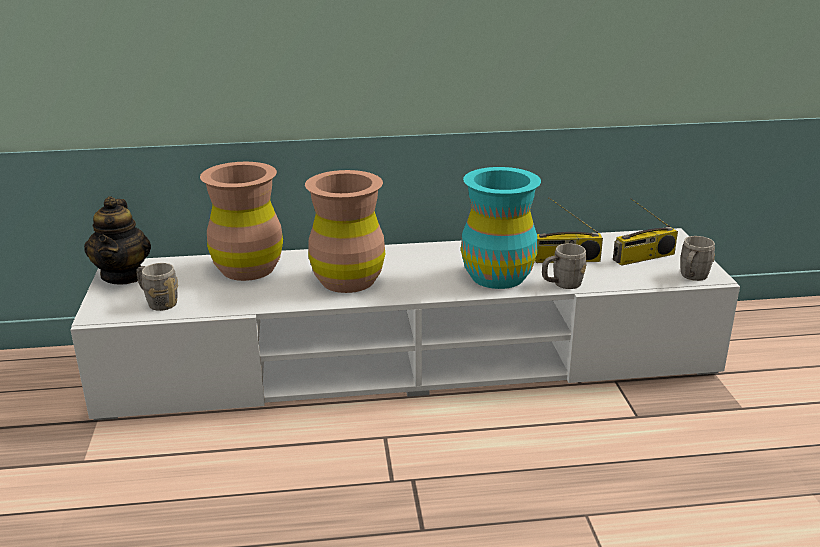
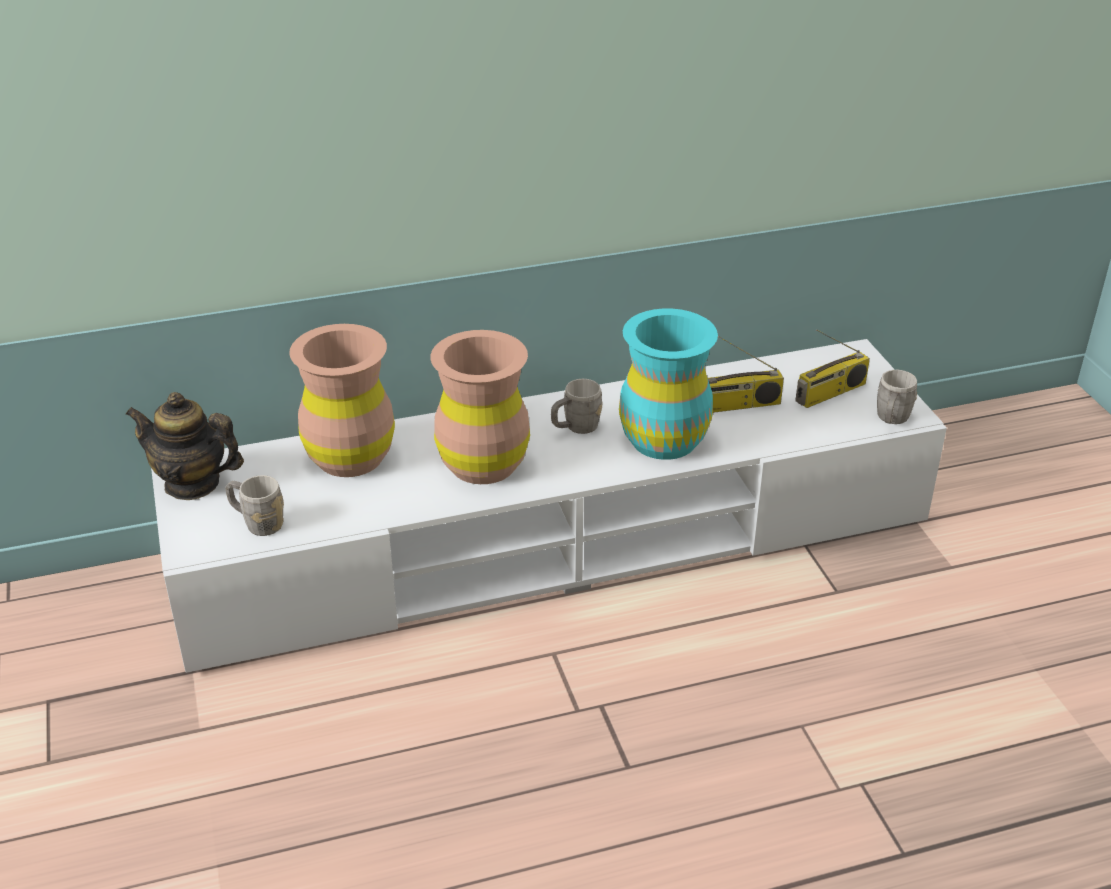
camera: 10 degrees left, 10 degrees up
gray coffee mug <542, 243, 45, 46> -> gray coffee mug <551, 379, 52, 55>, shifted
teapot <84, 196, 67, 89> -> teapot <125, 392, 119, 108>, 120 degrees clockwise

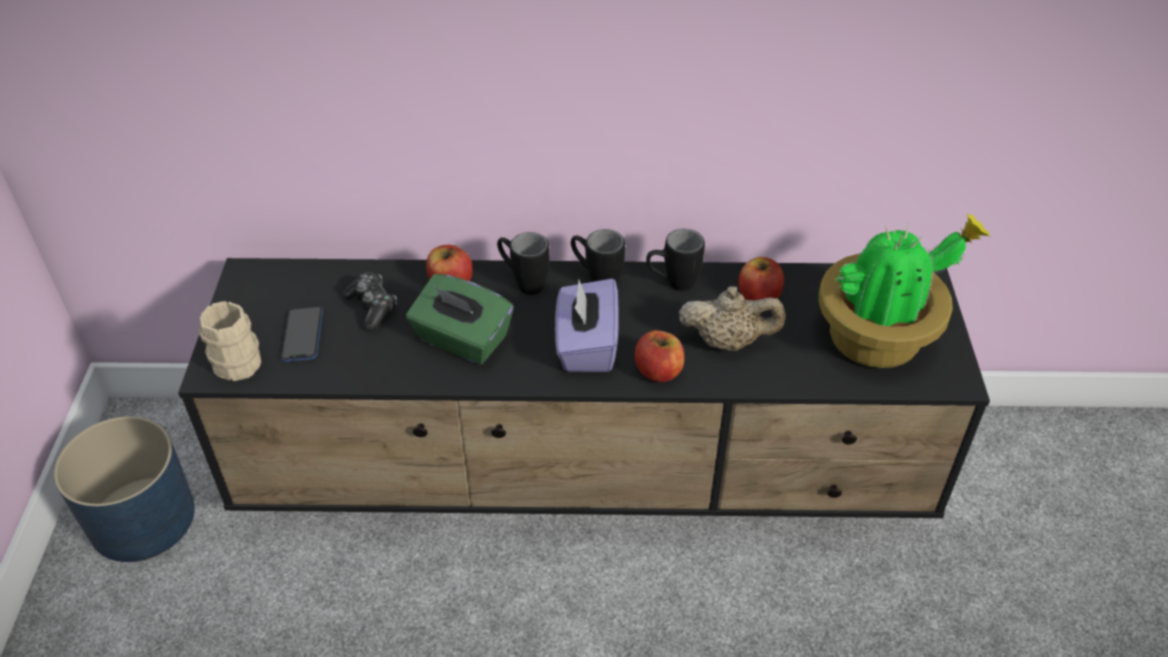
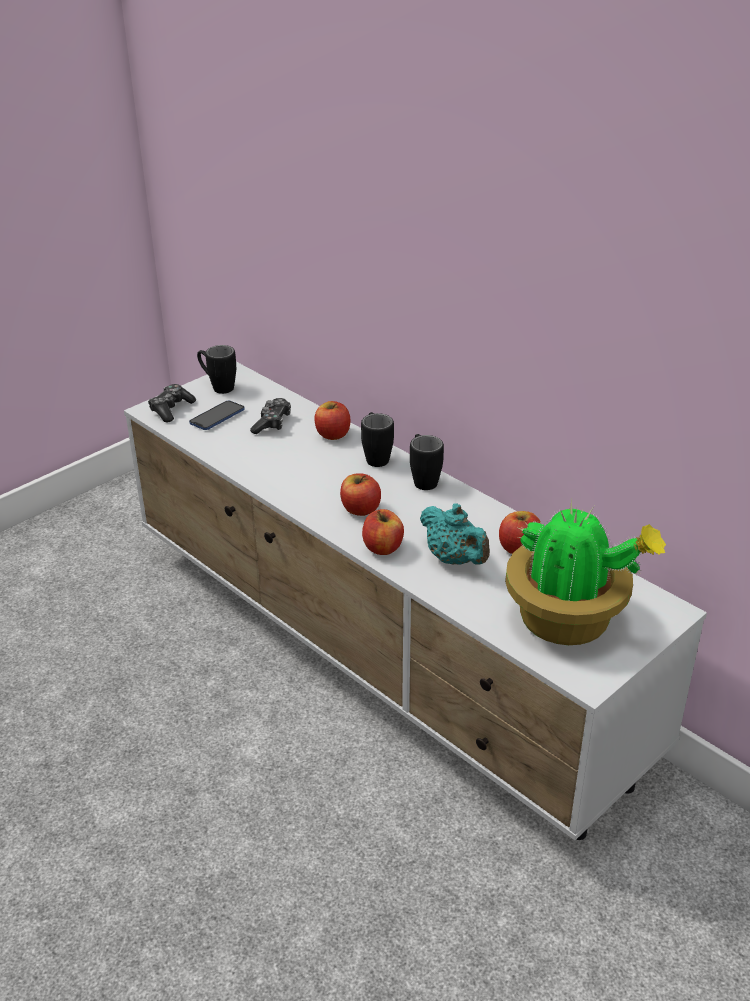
camera: 45 degrees right, 10 degrees down
blue planter <54, 416, 141, 146> -> none
green-coloured tissue box <406, 274, 107, 91> -> none
black coffee mug <646, 229, 59, 62> -> black coffee mug <197, 345, 39, 49>, shifted
beige coffee mug <199, 301, 63, 80> -> game controller <148, 384, 48, 39>
purplish tissue box <555, 279, 63, 93> -> apple <340, 473, 41, 43>
black tv stand <178, 258, 812, 260> -> white-coloured tv stand <124, 362, 583, 478>
beige teapot <679, 286, 106, 65> -> turquoise-coloured teapot <420, 503, 70, 62>

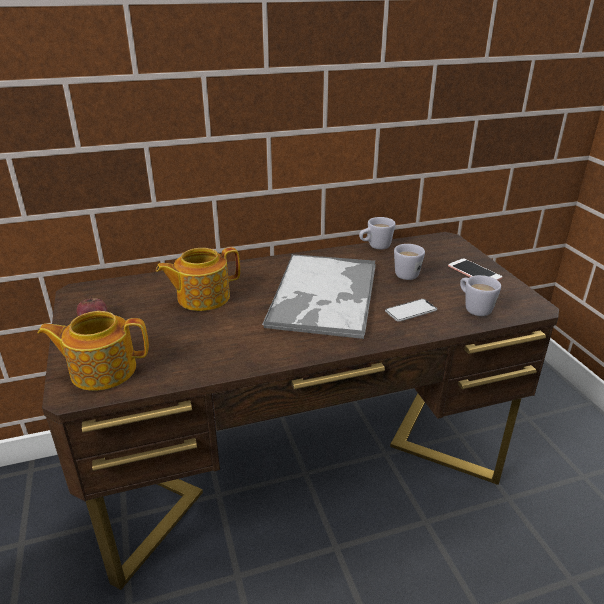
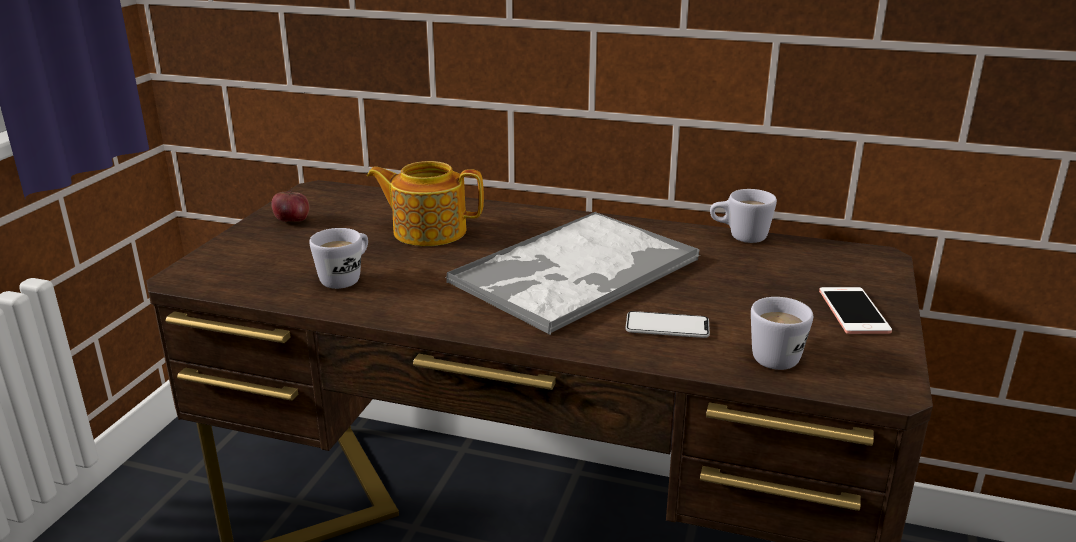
camera: 35 degrees right, 5 degrees down
teapot <38, 311, 111, 80> -> none
white-coloured coffee mug <394, 244, 31, 36> -> white-coloured coffee mug <309, 228, 59, 61>, shifted

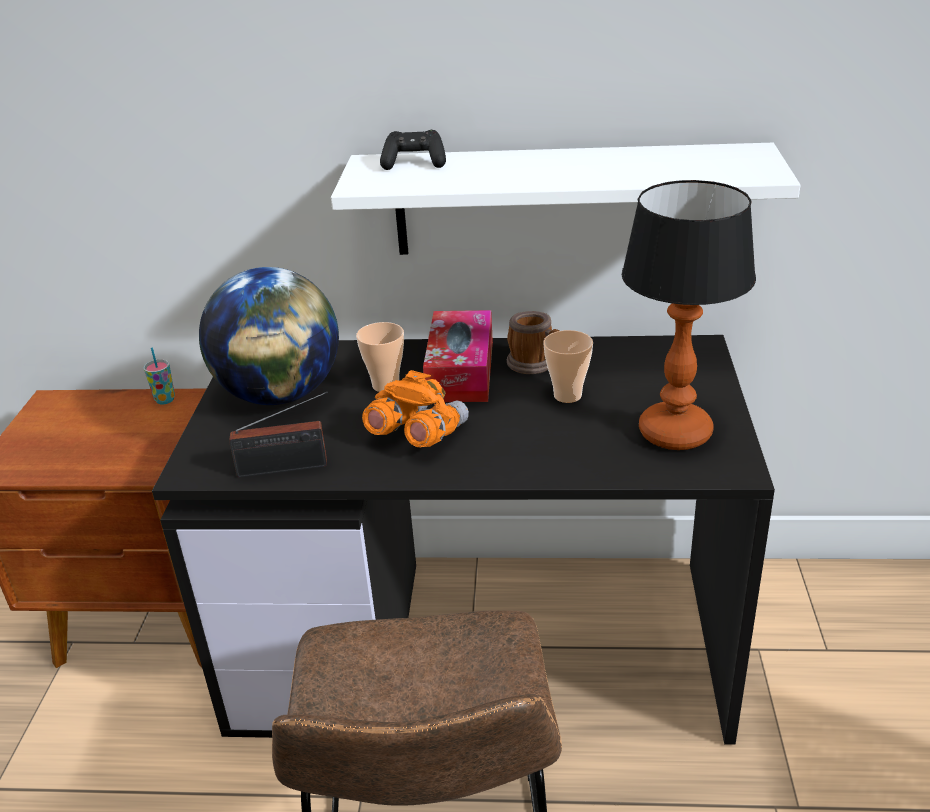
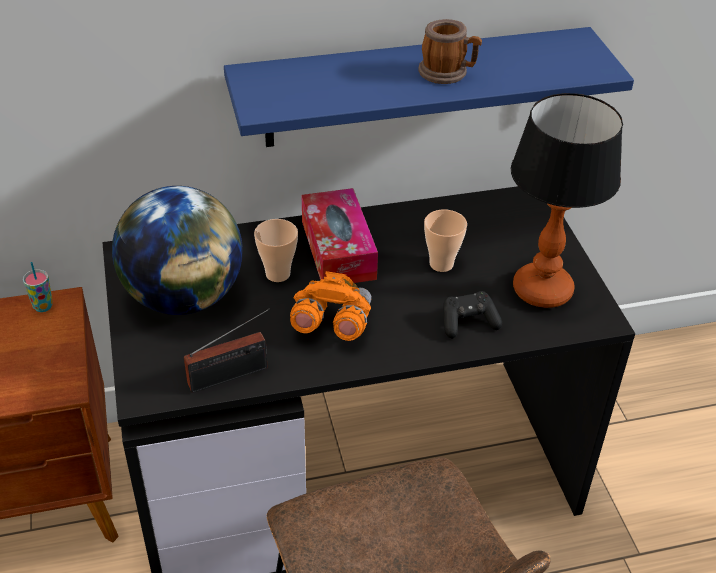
camera: 20 degrees left, 10 degrees up
black game controller <380, 130, 66, 40> -> black game controller <443, 291, 59, 48>, shifted
coffee mug <507, 311, 53, 63> -> coffee mug <418, 19, 64, 65>, shifted
white-coloured bracket shelf <331, 143, 470, 112> -> blue bracket shelf <224, 27, 410, 120>

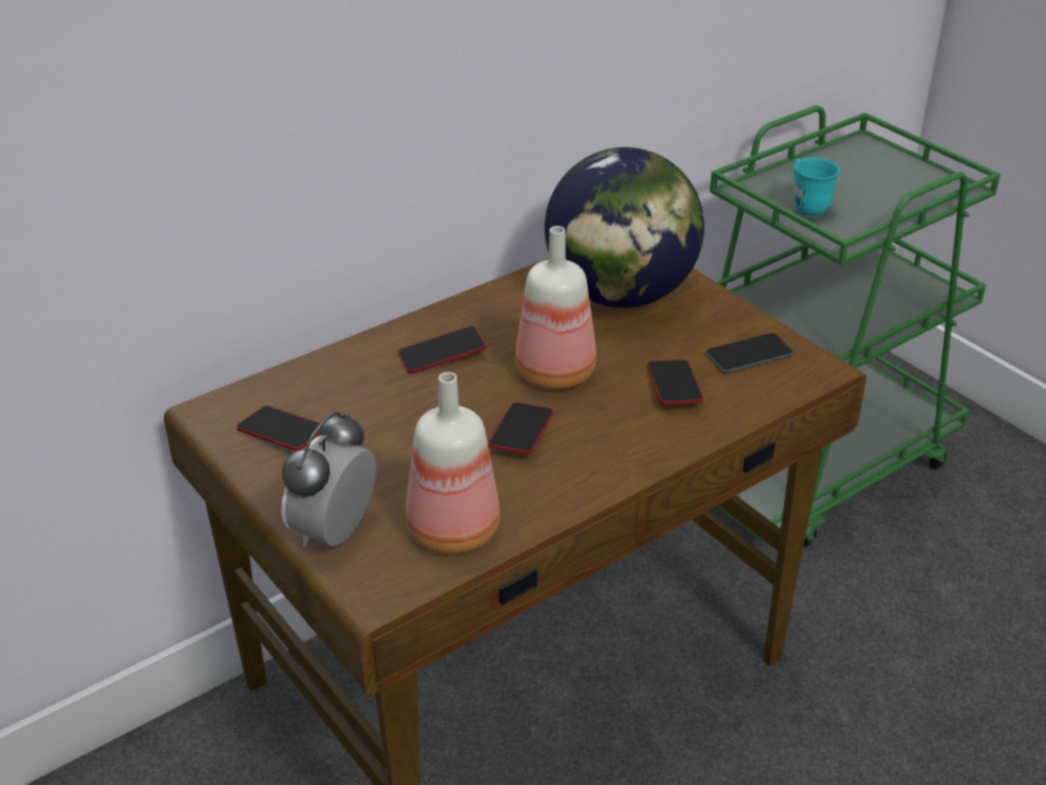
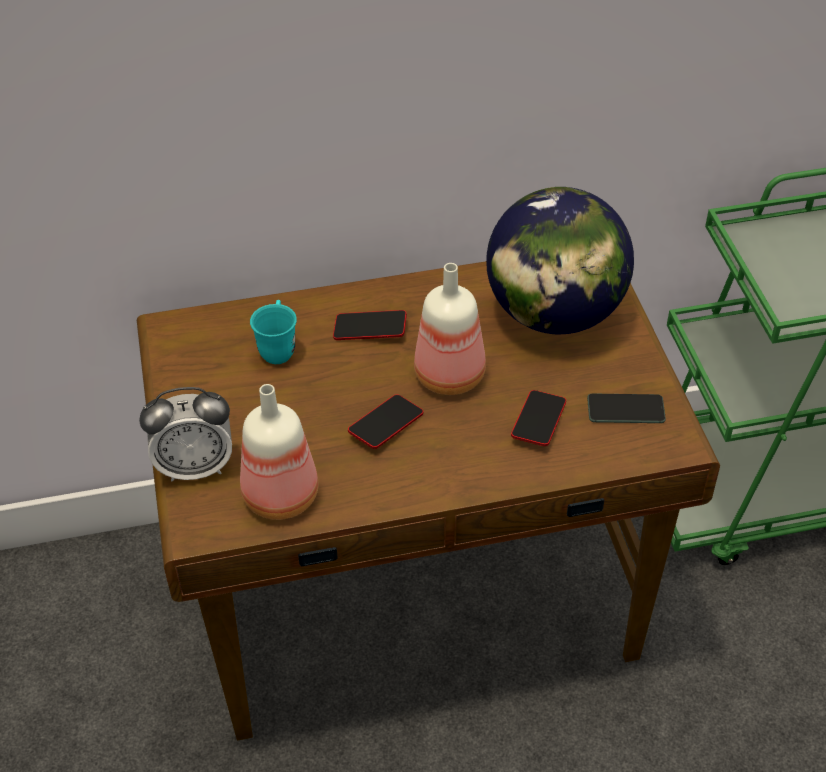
camera: 25 degrees right, 10 degrees up
handset <236, 406, 85, 45> -> none
turquoise-coloured coffee mug <794, 157, 46, 60> -> turquoise-coloured coffee mug <250, 300, 47, 64>, shifted
bedside clock <281, 412, 95, 135> -> bedside clock <139, 387, 93, 94>, 150 degrees counterclockwise

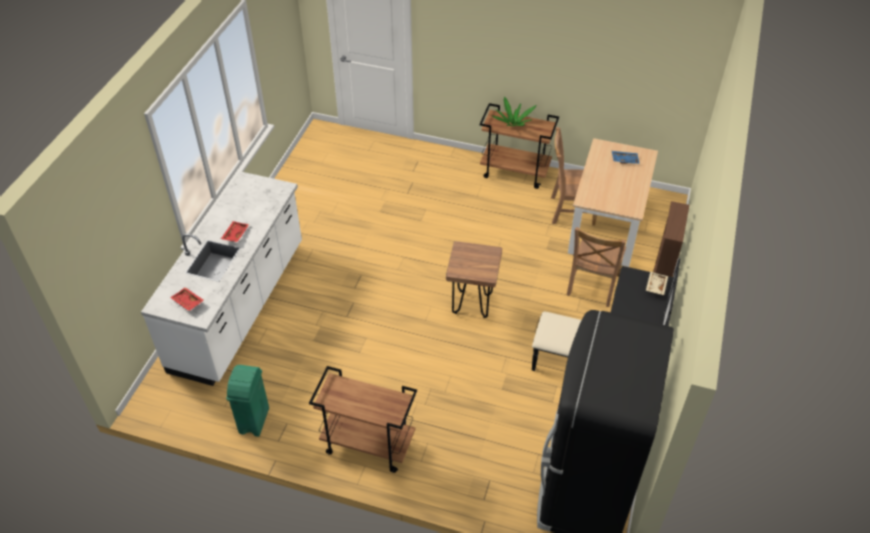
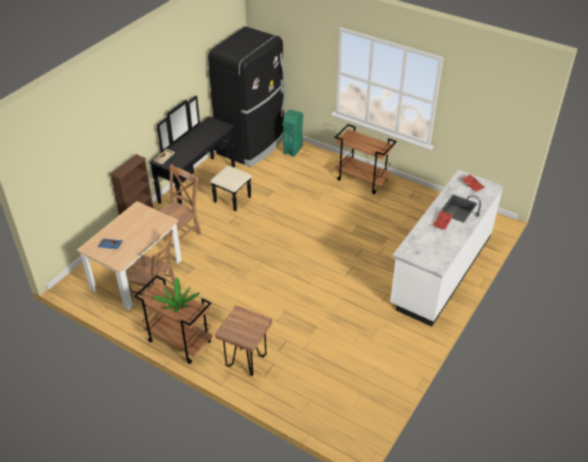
camera: 165 degrees left, 5 degrees down
green-coloured waste bin <226, 365, 43, 72> -> green-coloured waste bin <282, 110, 22, 47>, shifted
brownish stool seat <446, 241, 56, 77> -> brownish stool seat <215, 306, 57, 70>, shifted

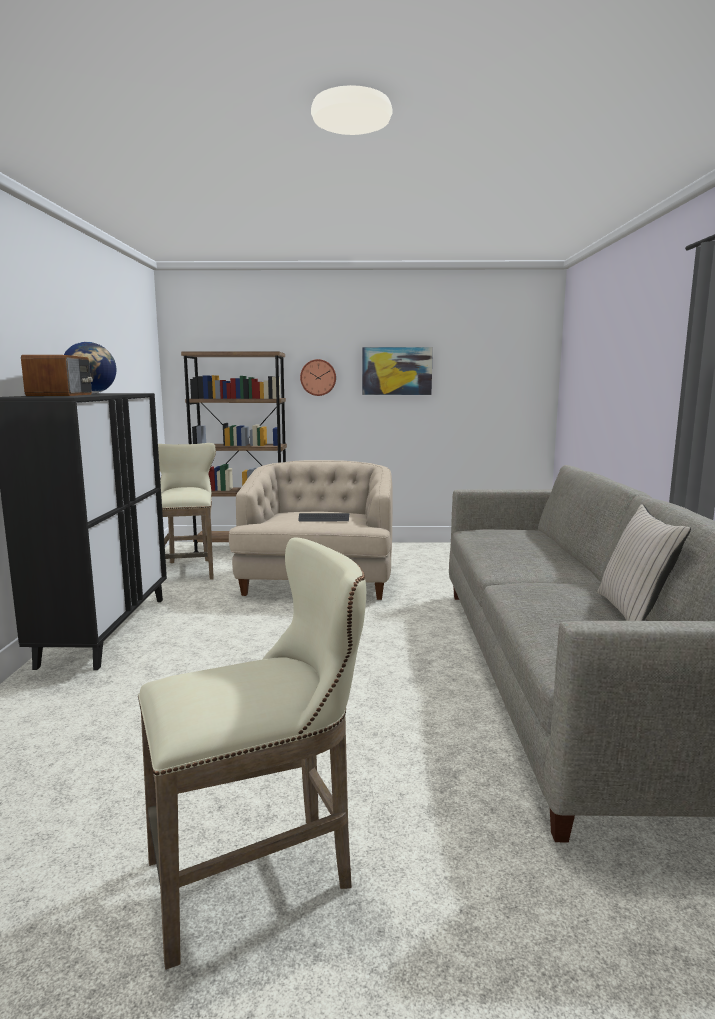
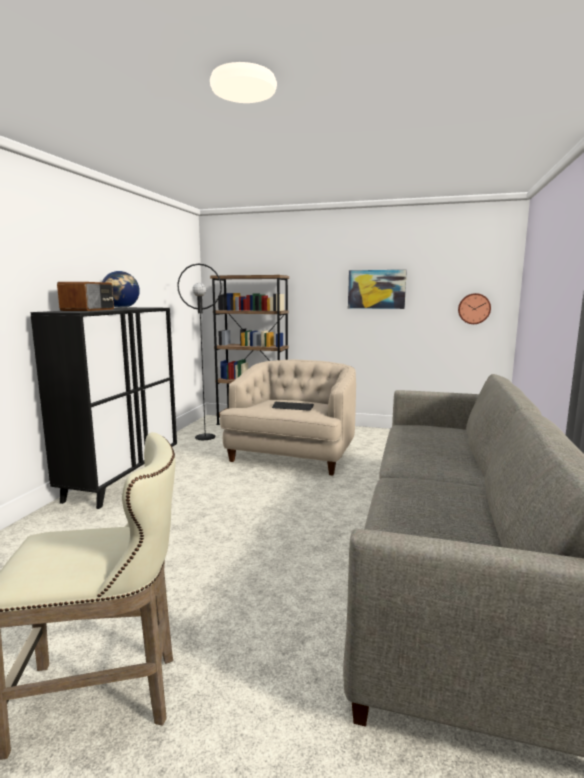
camera: 15 degrees right, 0 degrees up
beige cushion <597, 504, 94, 117> -> none
clock on the wall <300, 359, 36, 37> -> clock on the wall <458, 293, 33, 31>, shifted
beige stool seat <158, 443, 58, 137> -> black standing lamp <177, 263, 45, 177>

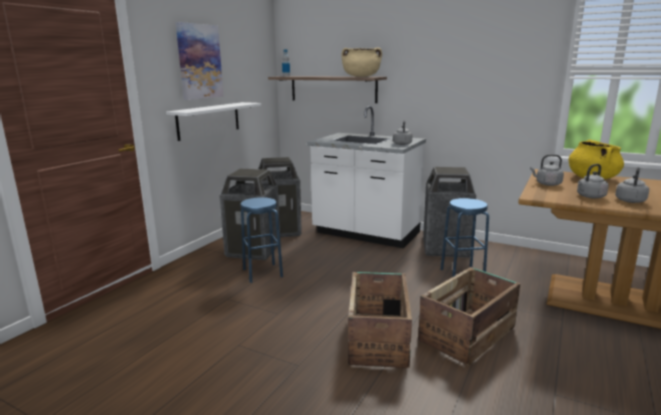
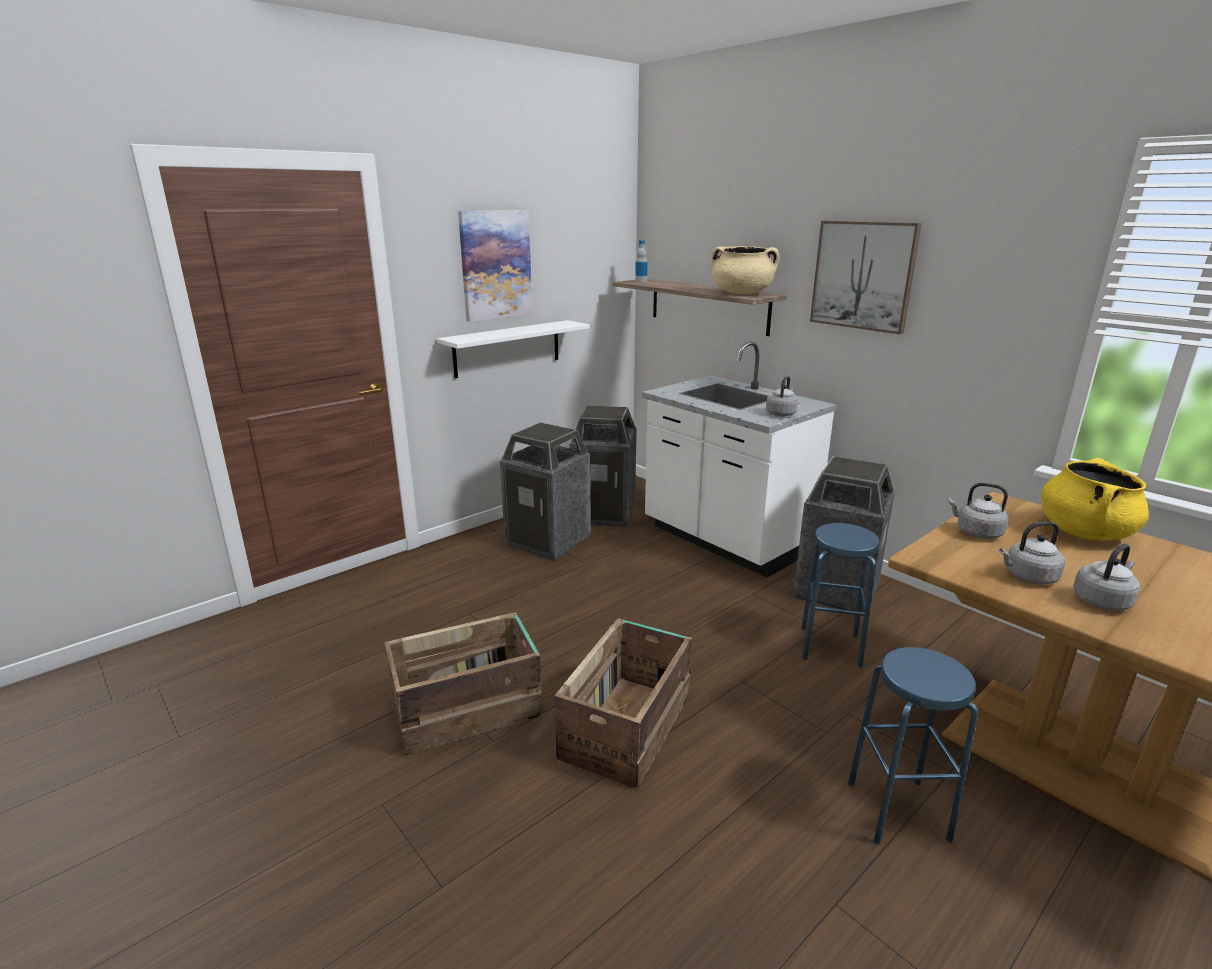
camera: 20 degrees right, 5 degrees up
none -> wall picture <810, 221, 112, 113>
blue stool seat <240, 197, 43, 86> -> blue stool seat <848, 647, 131, 198>, shifted
shipping crate <418, 267, 102, 99> -> shipping crate <385, 612, 158, 143>, shifted

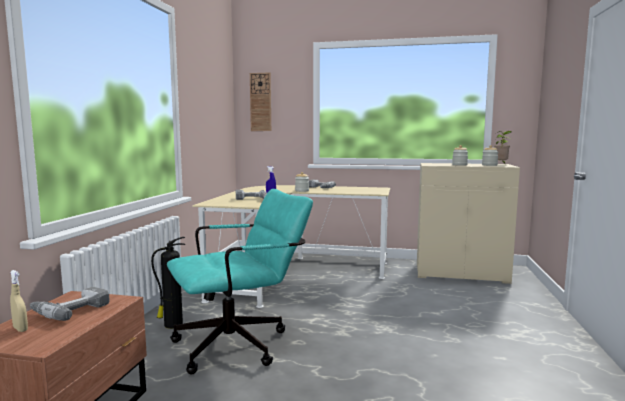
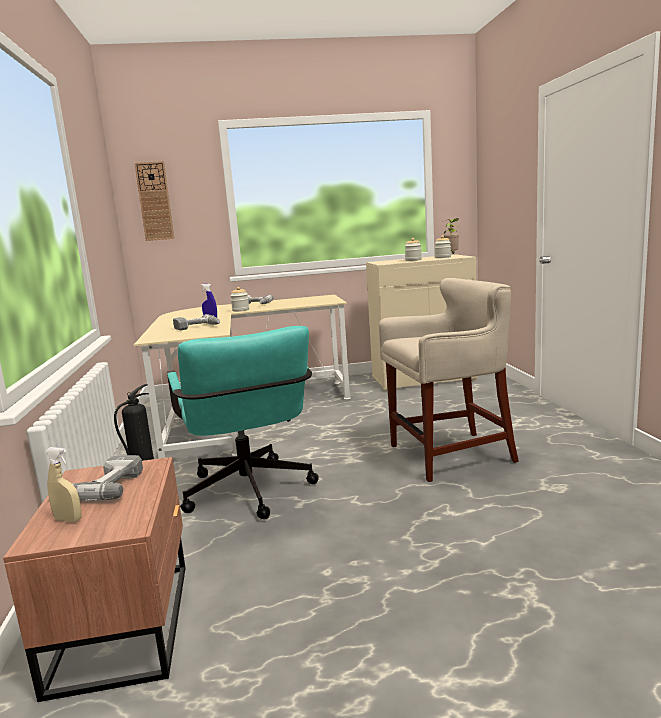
camera: 20 degrees left, 5 degrees up
none -> beige stool seat <379, 278, 140, 204>
turquoise-coloured desk chair <167, 189, 146, 186> -> turquoise-coloured desk chair <167, 326, 152, 193>, 120 degrees clockwise

